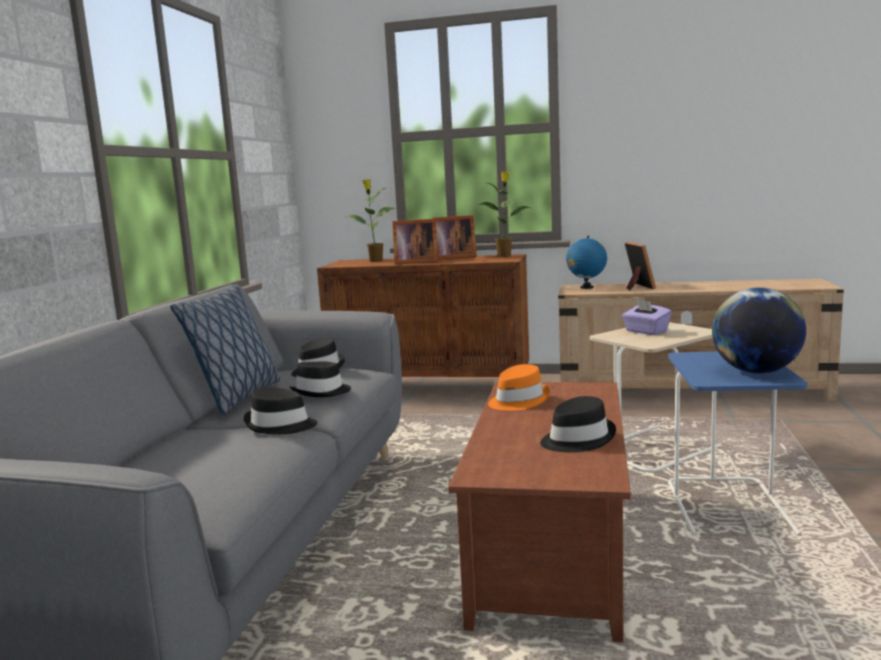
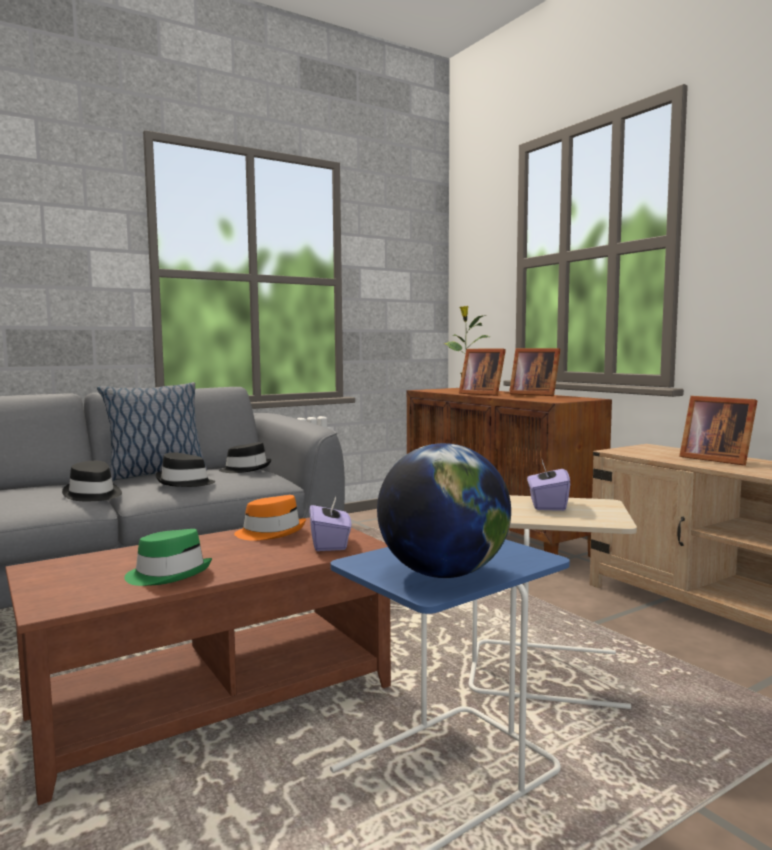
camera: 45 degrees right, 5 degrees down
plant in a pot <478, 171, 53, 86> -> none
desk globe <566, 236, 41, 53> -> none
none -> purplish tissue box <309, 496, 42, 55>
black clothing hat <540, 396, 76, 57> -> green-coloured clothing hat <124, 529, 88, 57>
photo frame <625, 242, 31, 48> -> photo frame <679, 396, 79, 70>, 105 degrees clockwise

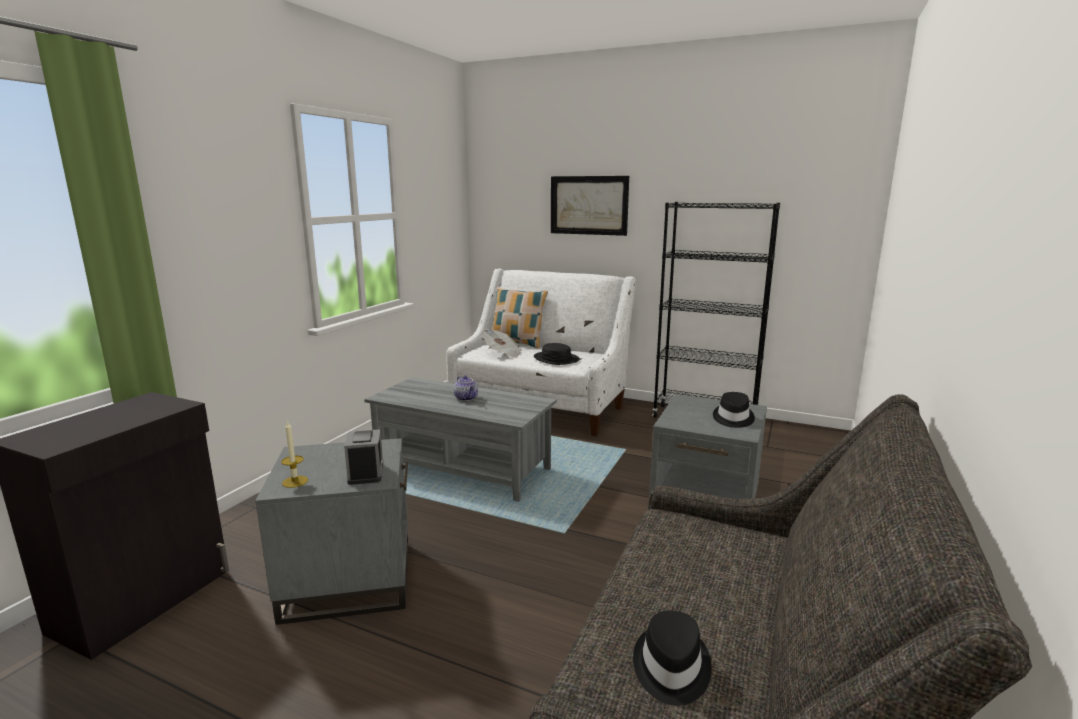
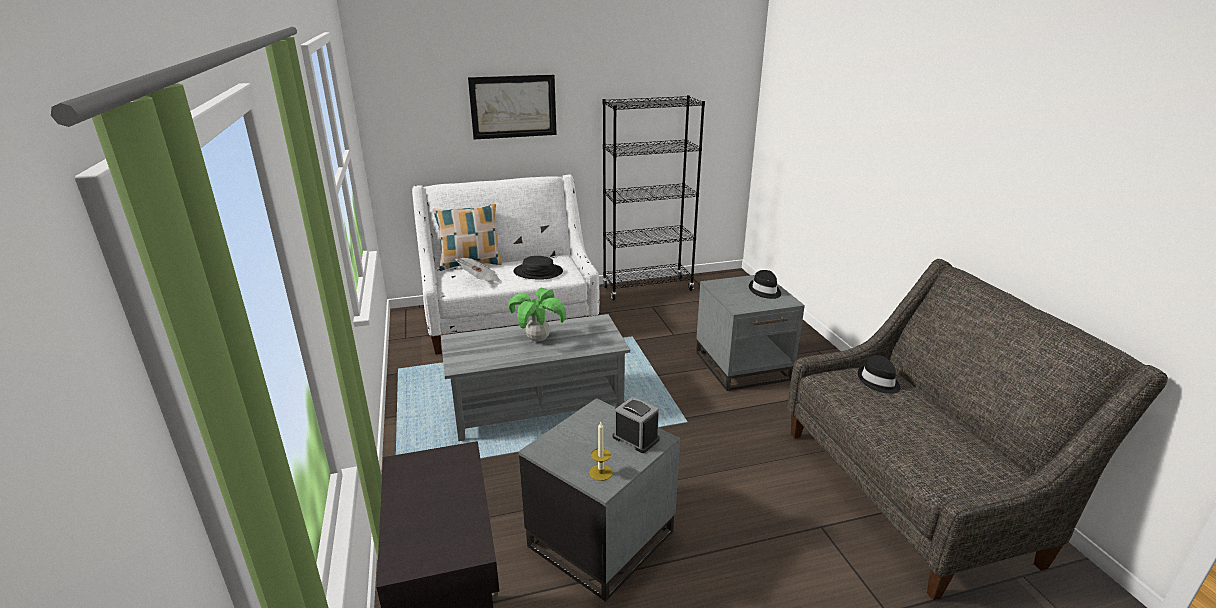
camera: 40 degrees left, 10 degrees up
black clothing hat <633, 611, 79, 95> -> black clothing hat <858, 355, 43, 39>, shifted
teapot <454, 376, 24, 25> -> plant in a pot <508, 288, 58, 54>

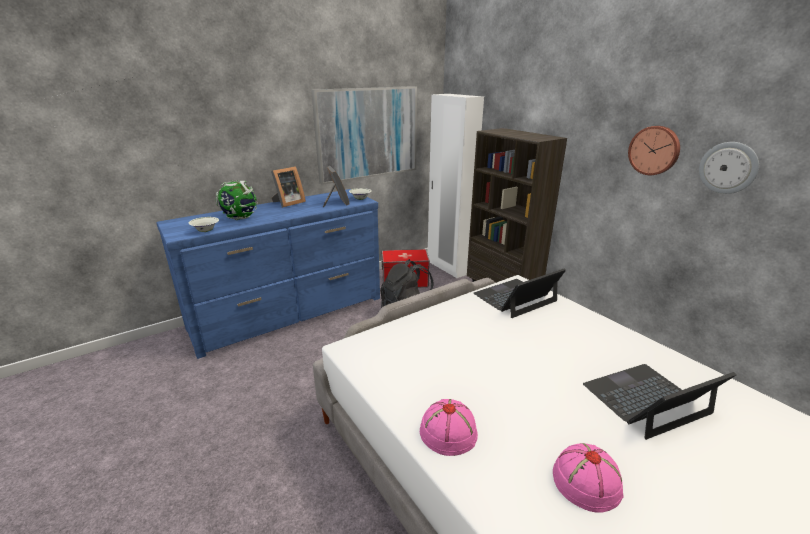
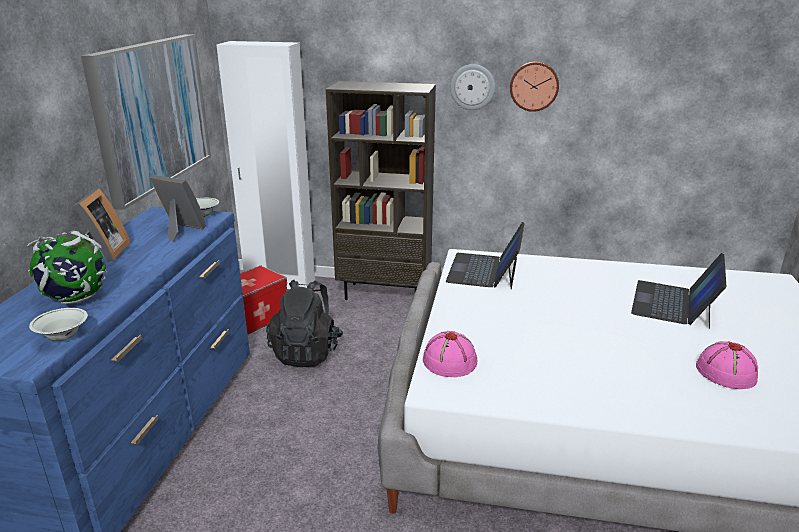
camera: 45 degrees left, 0 degrees up
pinkish clothing hat <420, 399, 58, 57> -> pinkish clothing hat <423, 331, 54, 46>, shifted
clock on the wall <699, 142, 60, 52> -> clock on the wall <450, 64, 45, 46>, shifted

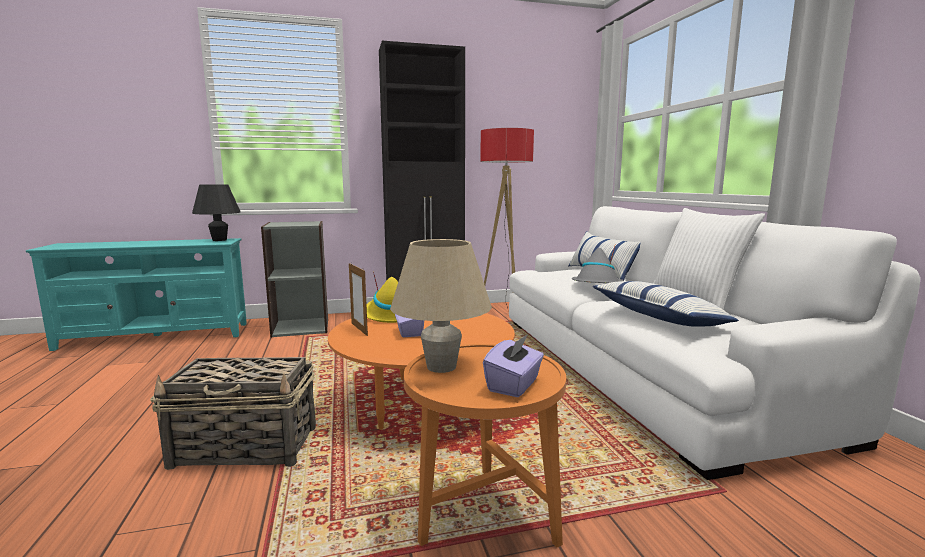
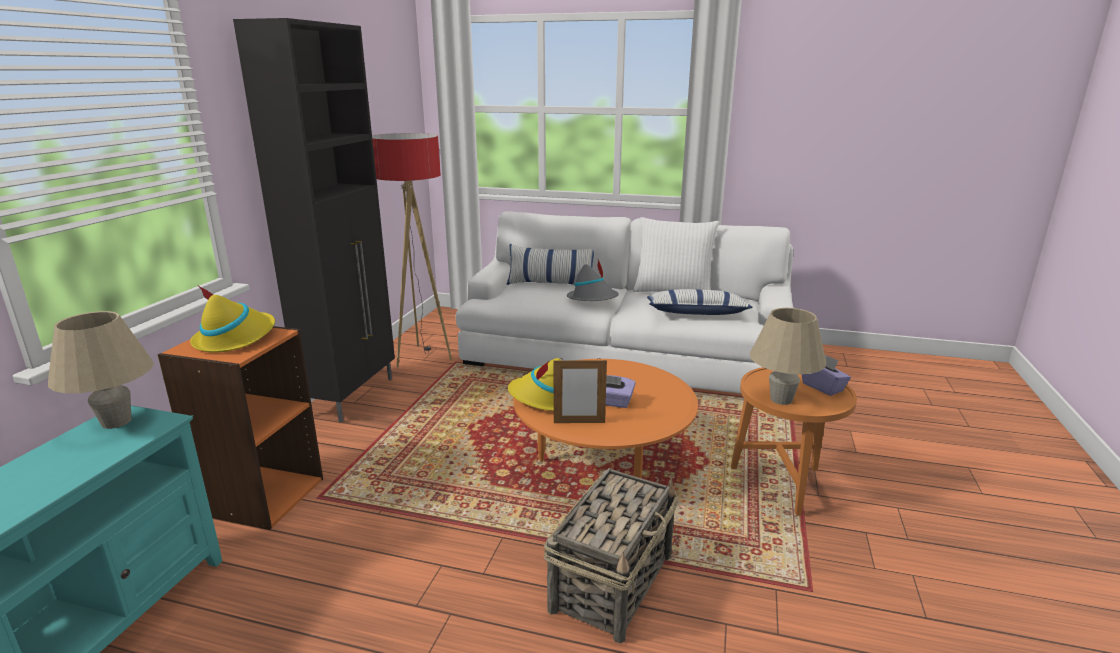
camera: 60 degrees left, 10 degrees up
none -> yellow-coloured clothing hat <190, 286, 85, 67>
black table lamp <192, 185, 49, 56> -> beige table lamp <48, 311, 106, 118>
gray bookcase <261, 221, 67, 116> -> orange bookcase <157, 326, 166, 204>

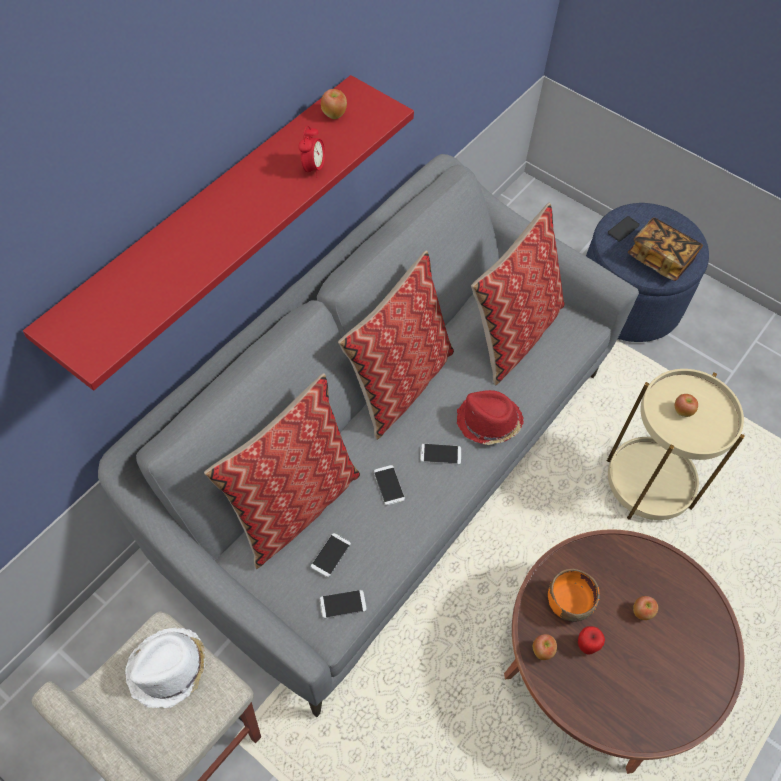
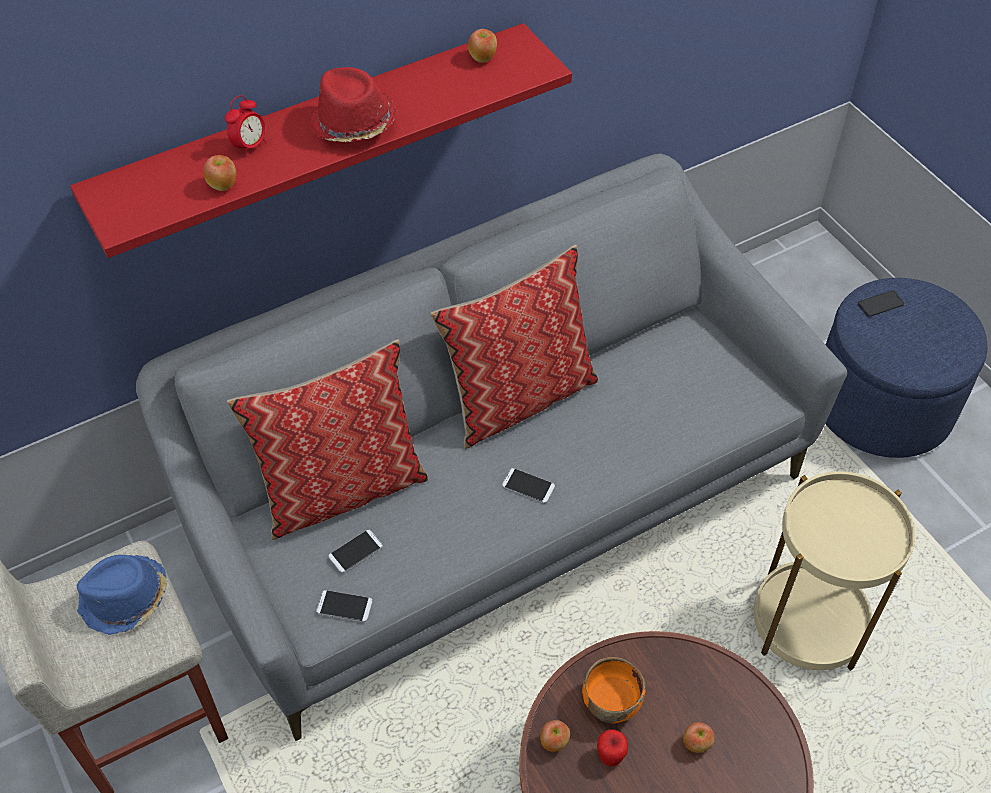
camera: 25 degrees right, 5 degrees down
handset <374, 465, 31, 41> -> none
cushion <471, 203, 94, 182> -> none
volume <628, 218, 75, 63> -> none
bedside clock <298, 125, 27, 53> -> bedside clock <225, 95, 41, 62>, shifted
reddish clothing hat <457, 390, 67, 55> -> reddish clothing hat <310, 67, 87, 75>, shifted
apple <675, 394, 23, 23> -> apple <203, 155, 33, 36>, shifted
white-coloured clothing hat <125, 627, 80, 81> -> blue clothing hat <77, 555, 90, 80>

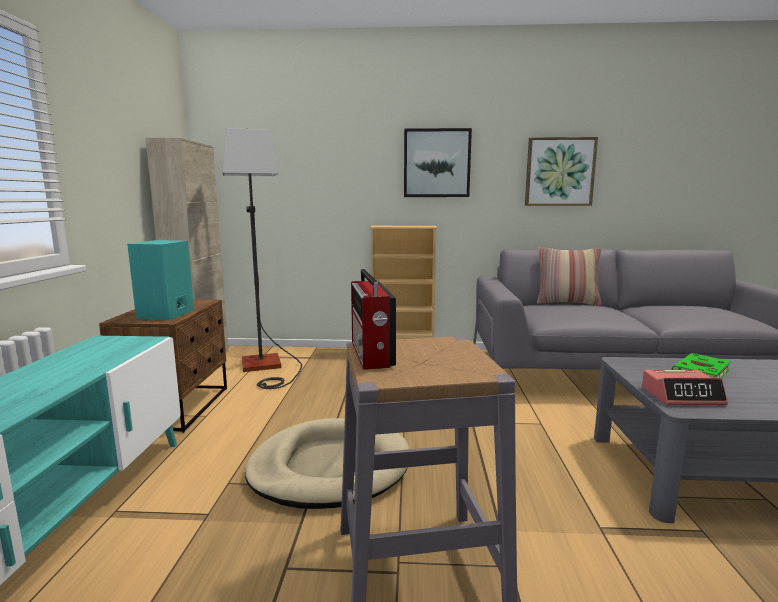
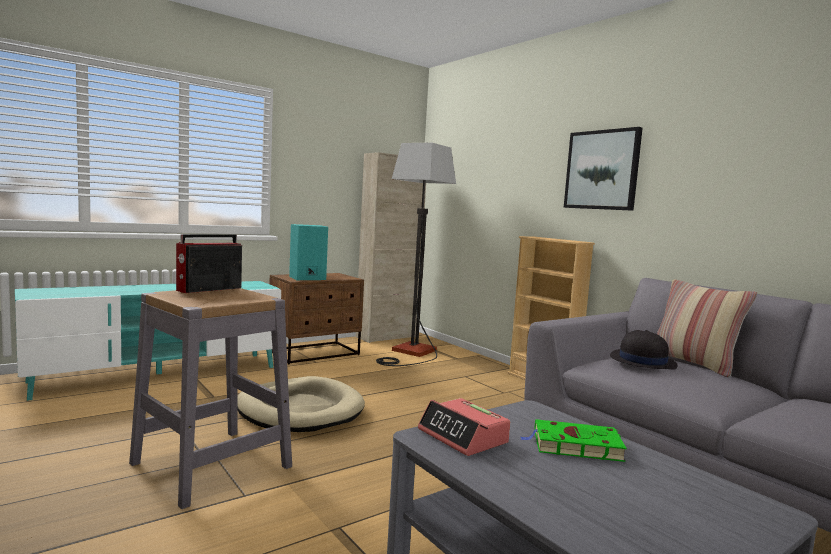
camera: 50 degrees right, 5 degrees down
wall picture <525, 137, 73, 69> -> none
none -> black clothing hat <610, 330, 68, 40>

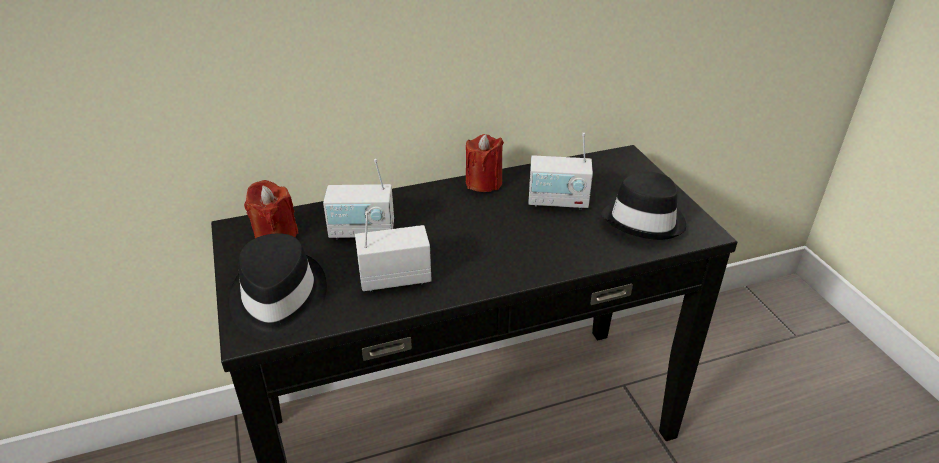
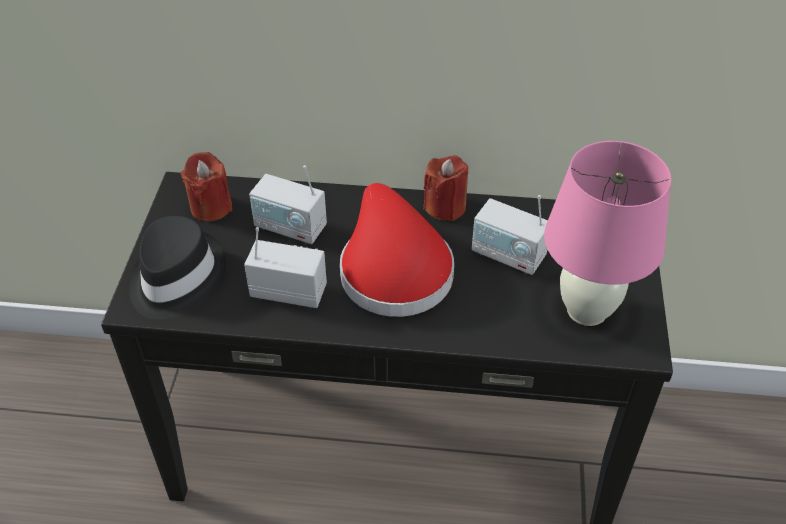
camera: 25 degrees right, 10 degrees up
none -> reddish clothing hat <340, 183, 114, 134>
black clothing hat <601, 171, 85, 69> -> pinkish table lamp <544, 141, 127, 185>

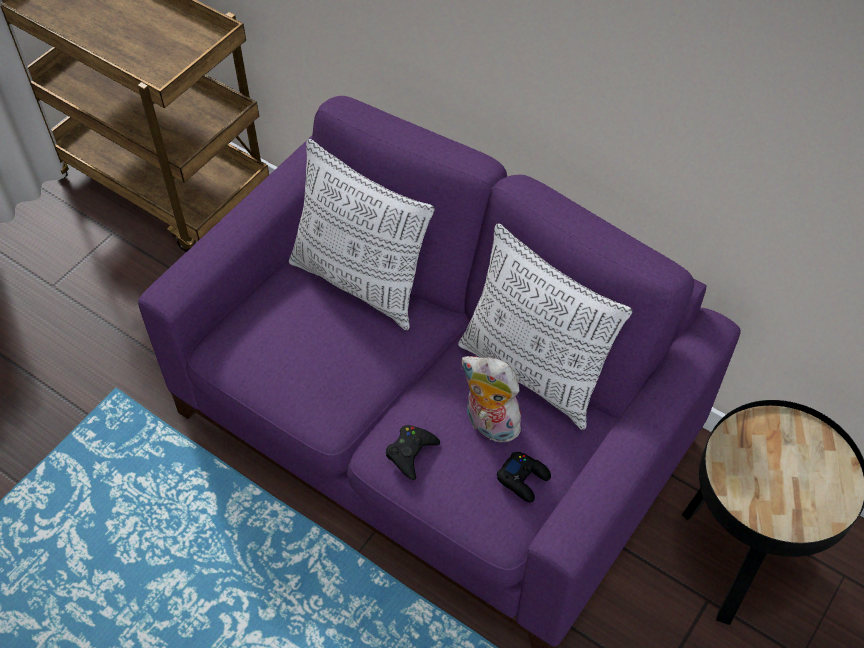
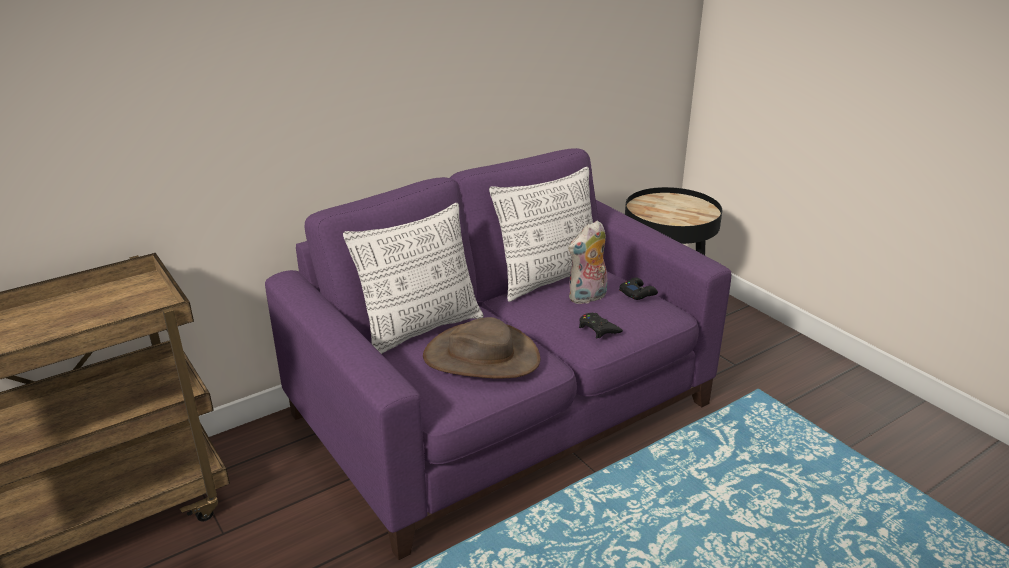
camera: 70 degrees left, 25 degrees down
none -> brownish clothing hat <423, 317, 117, 61>

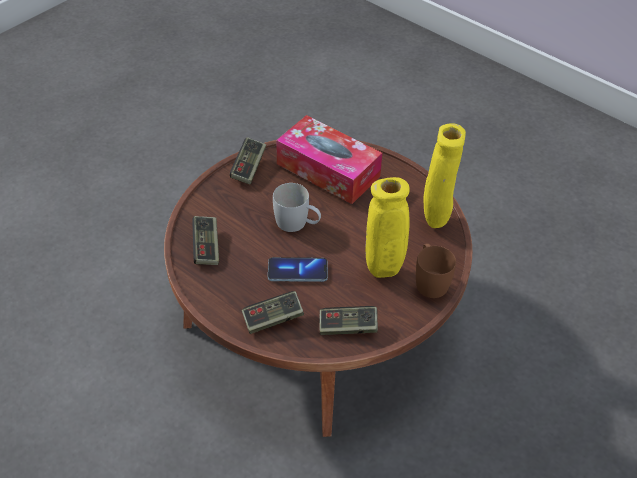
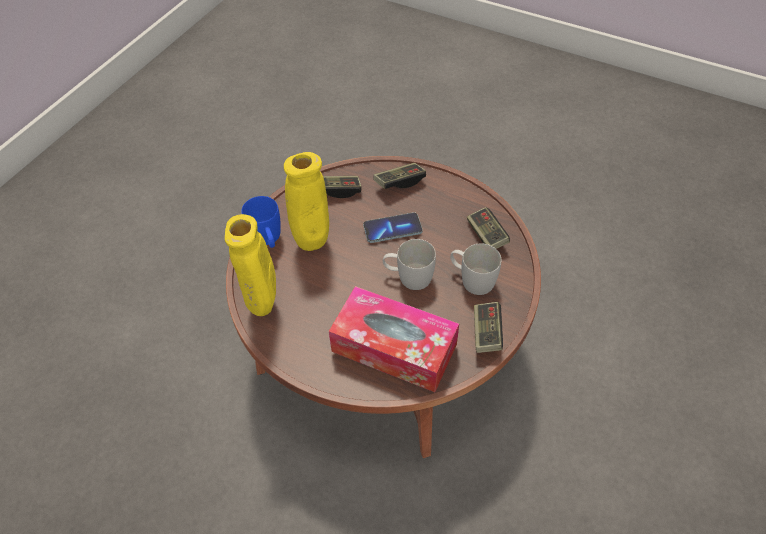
camera: 170 degrees right, 5 degrees up
none -> white-coloured coffee mug <450, 244, 51, 51>
brownish coffee mug <416, 244, 40, 54> -> blue coffee mug <241, 196, 40, 52>

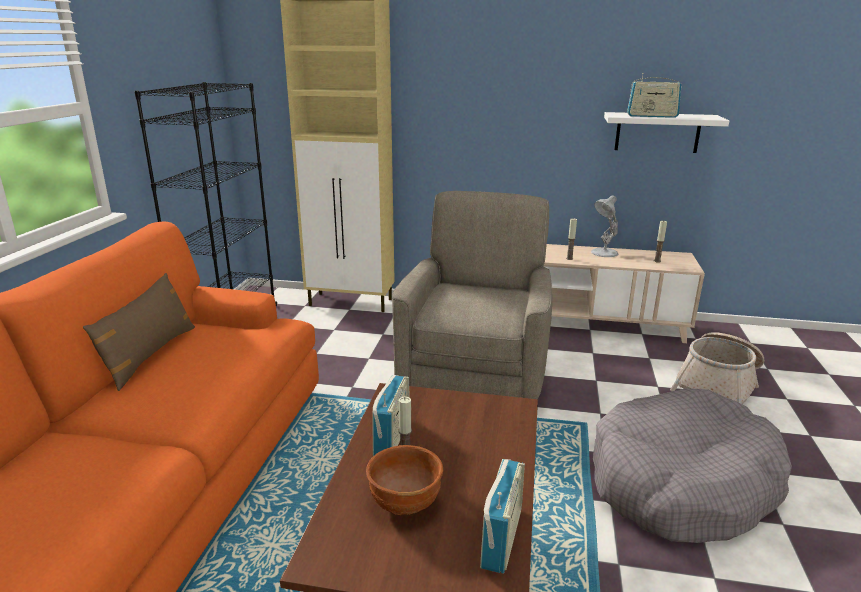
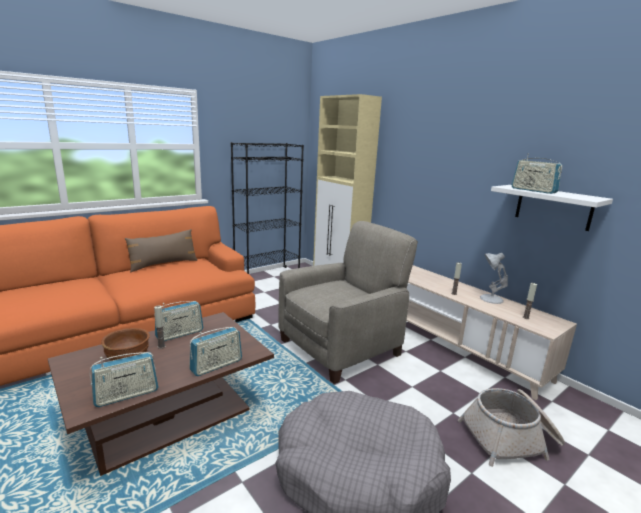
camera: 40 degrees right, 5 degrees down
none -> radio receiver <190, 327, 52, 49>

